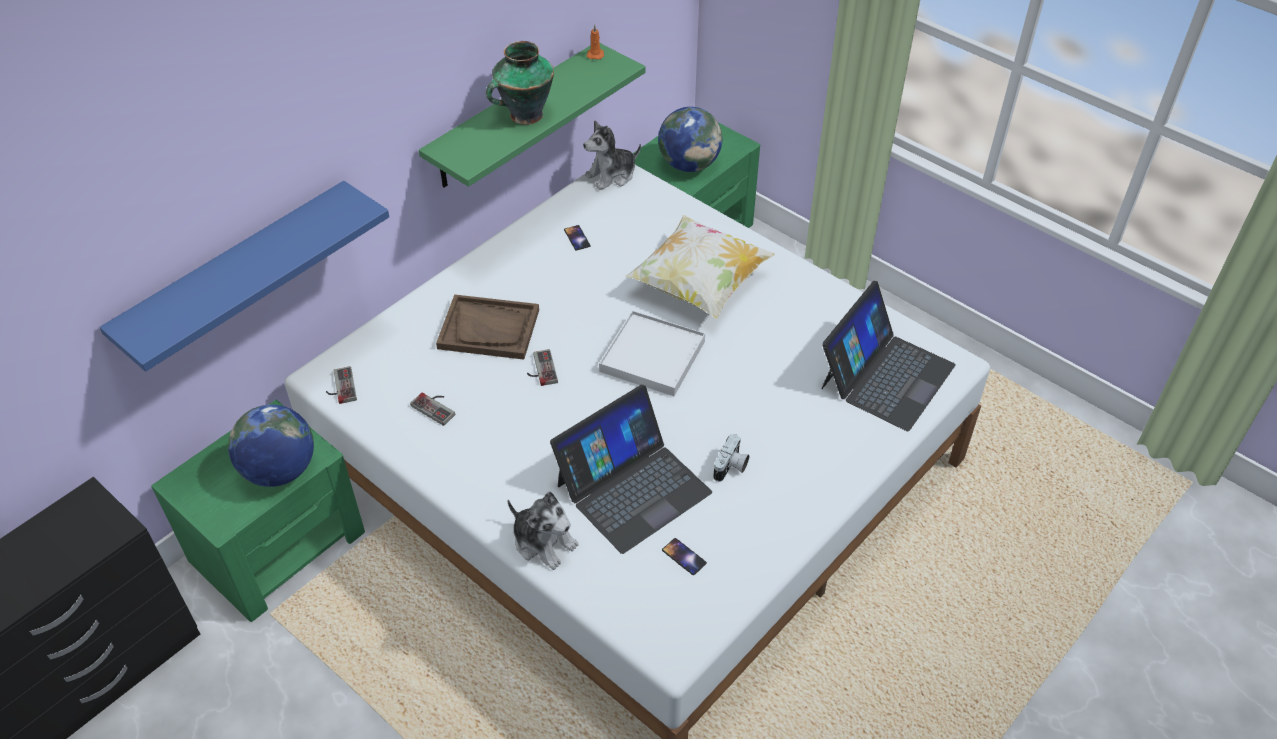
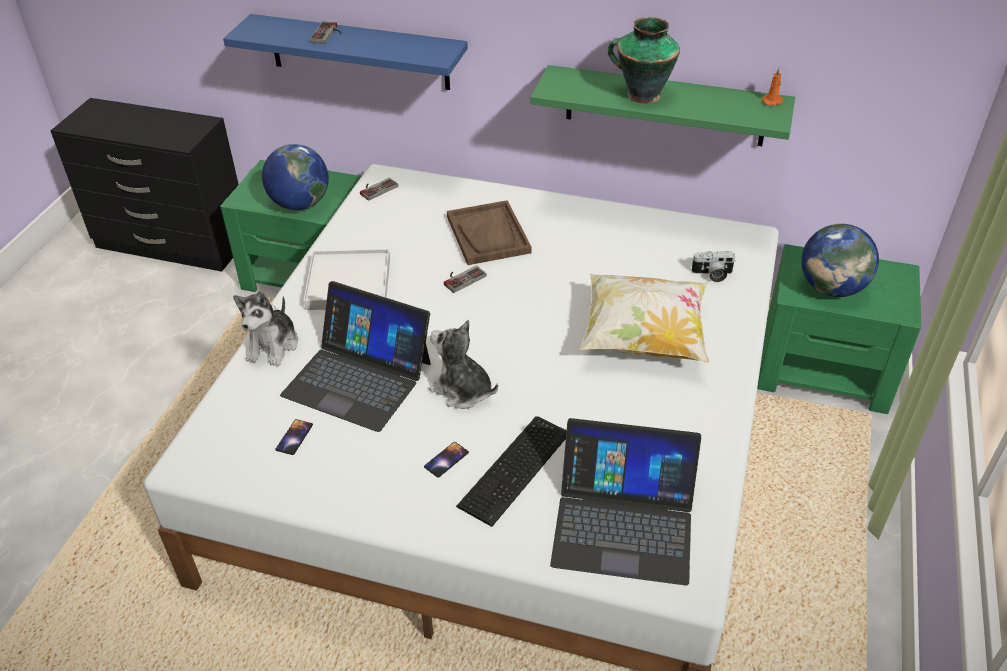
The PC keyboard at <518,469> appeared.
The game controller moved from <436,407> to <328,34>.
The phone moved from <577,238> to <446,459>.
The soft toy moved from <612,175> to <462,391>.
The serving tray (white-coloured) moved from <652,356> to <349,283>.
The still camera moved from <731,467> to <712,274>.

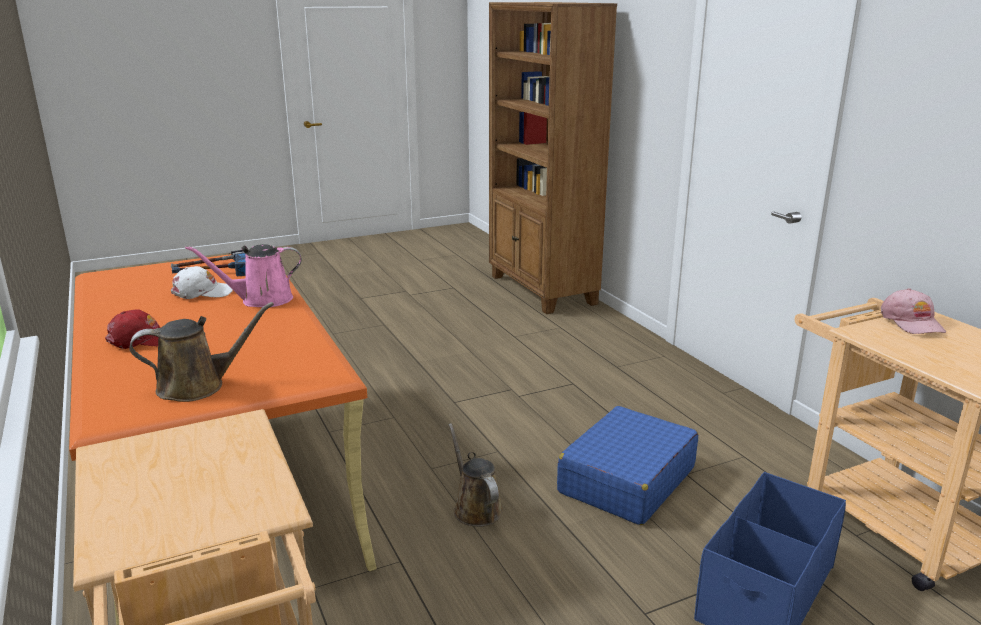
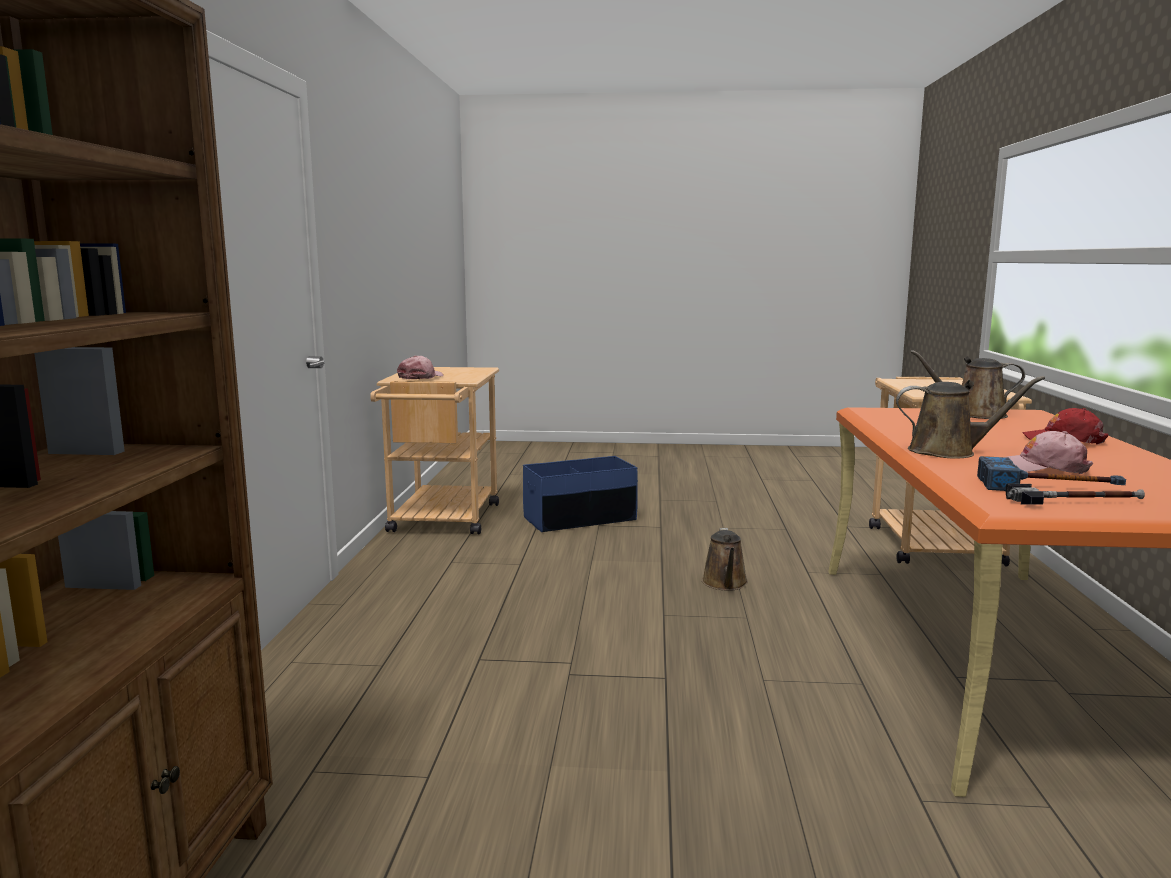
The piece of luggage (blue) at <626,480> disappeared.
The peaked cap (white-coloured) at <203,292> became the peaked cap (pinkish) at <1042,468>.
The watering pot (pinkish) at <261,300> became the watering pot (brown) at <948,451>.

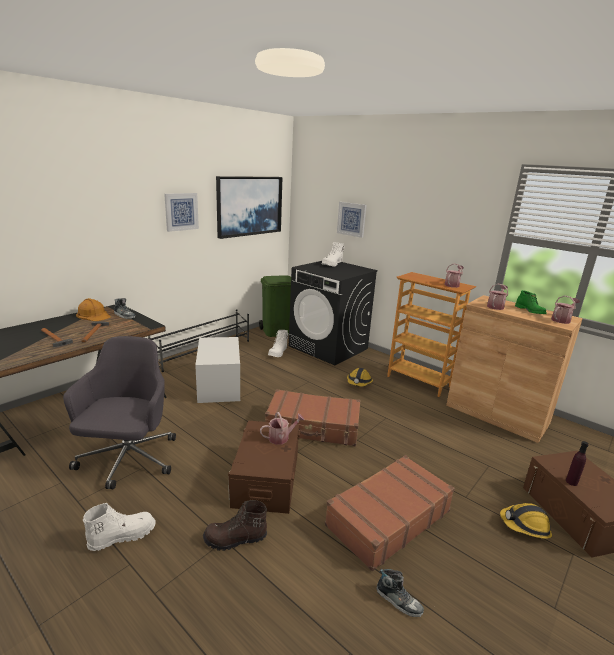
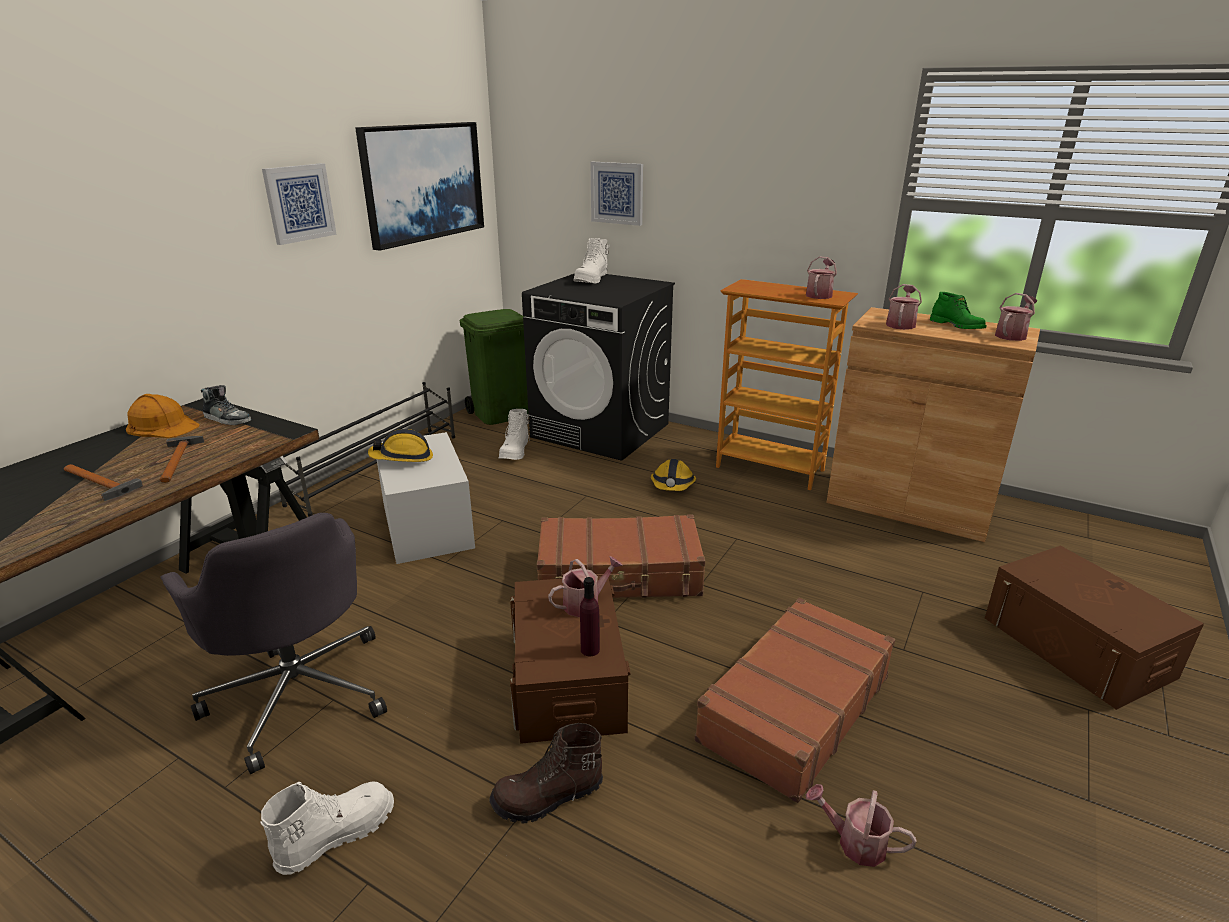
The safety helmet moved from <525,526> to <402,458>.
The drink bottle (purple) moved from <571,482> to <590,649>.
The shoe at <398,600> was replaced by the watering pot at <855,842>.
The desk chair (greyish) at <128,460> turned 150 degrees clockwise.

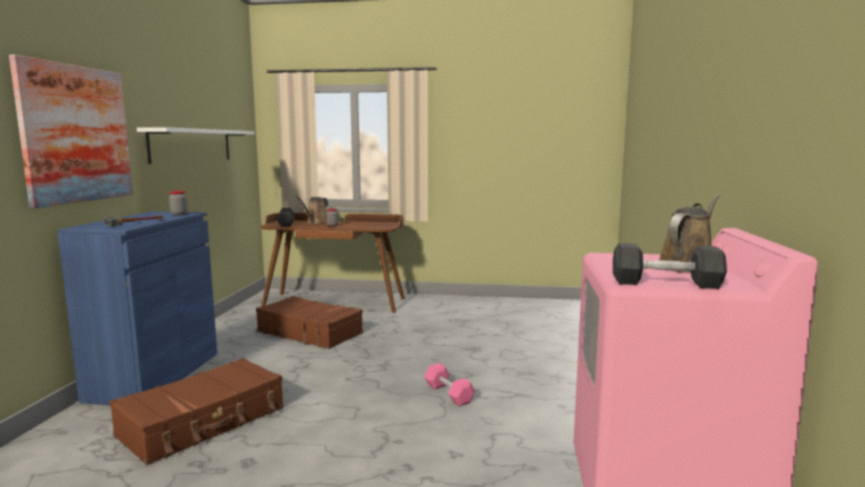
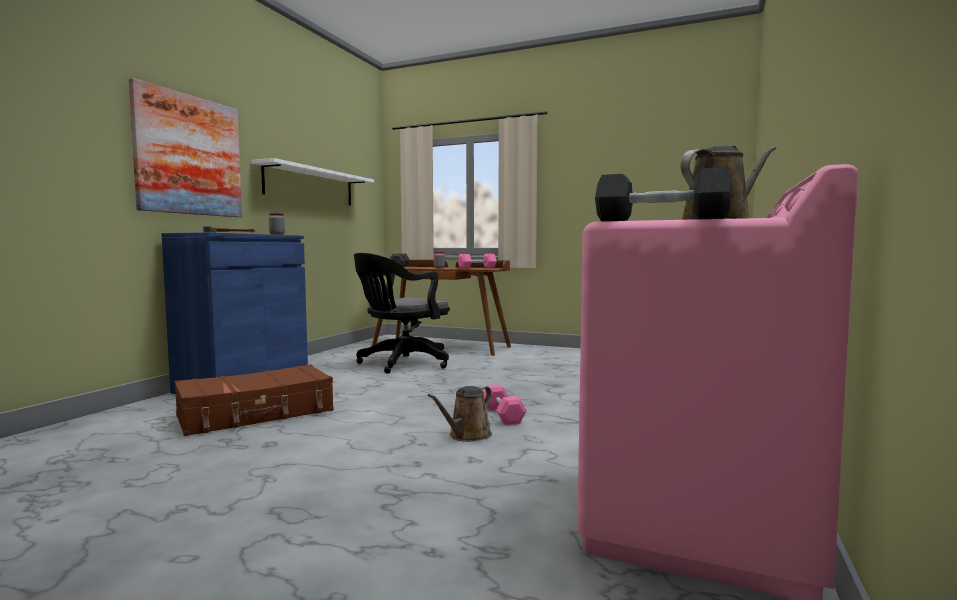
The dumbbell (pinkish) at <477,268> appeared.
The watering pot (brown) moved from <316,223> to <467,436>.
The piece of luggage (brown) at <310,332> was replaced by the desk chair (black-coloured) at <401,364>.

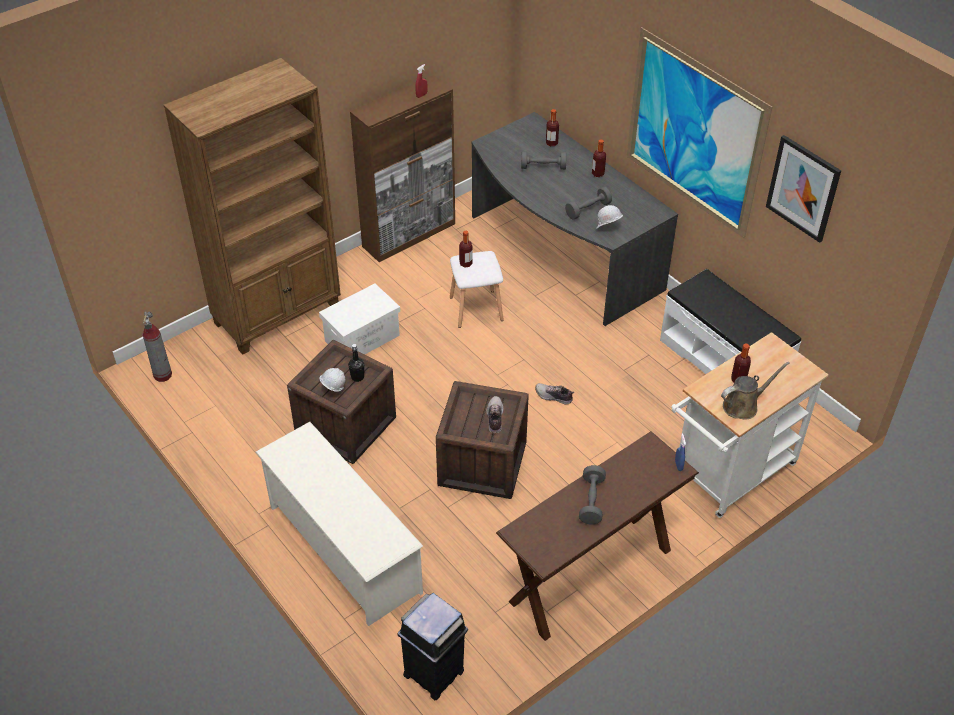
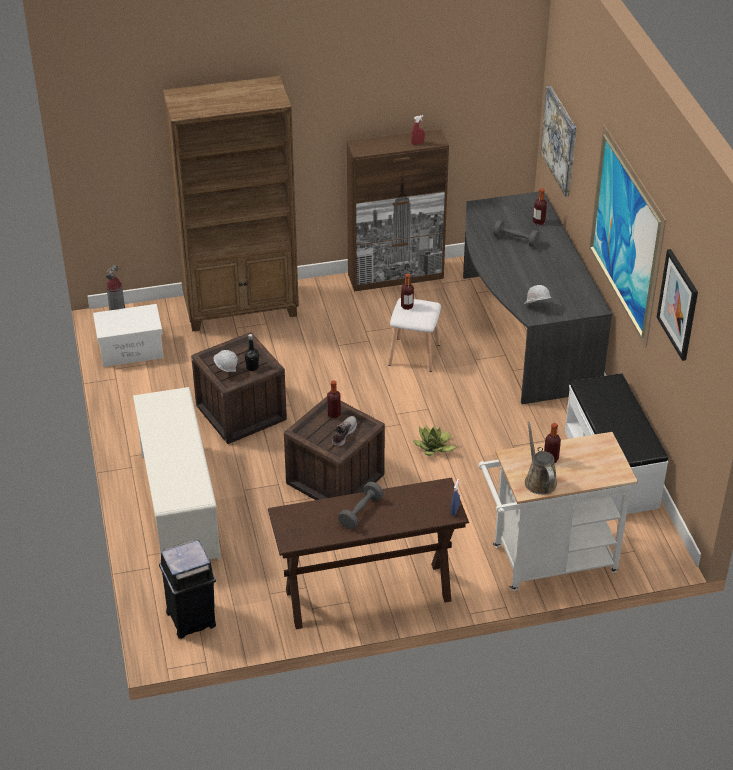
The dumbbell (greyish) at <588,210> disappeared.
The picture at <560,140> appeared.
The storage bin (white-coloured) moved from <362,339> to <130,351>.
The drink bottle moved from <598,173> to <334,414>.
The shoe at <554,397> was replaced by the plant in a pot at <433,447>.
The watering pot (brown) at <743,405> turned 105 degrees counterclockwise.

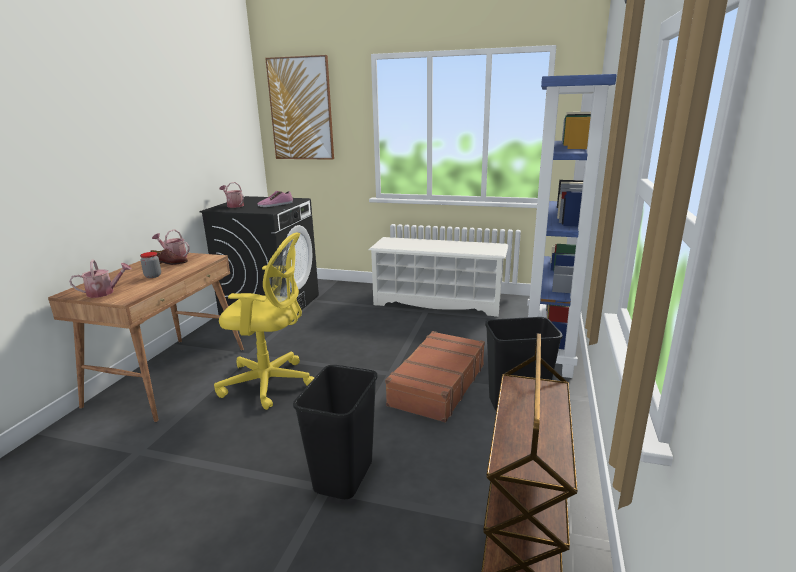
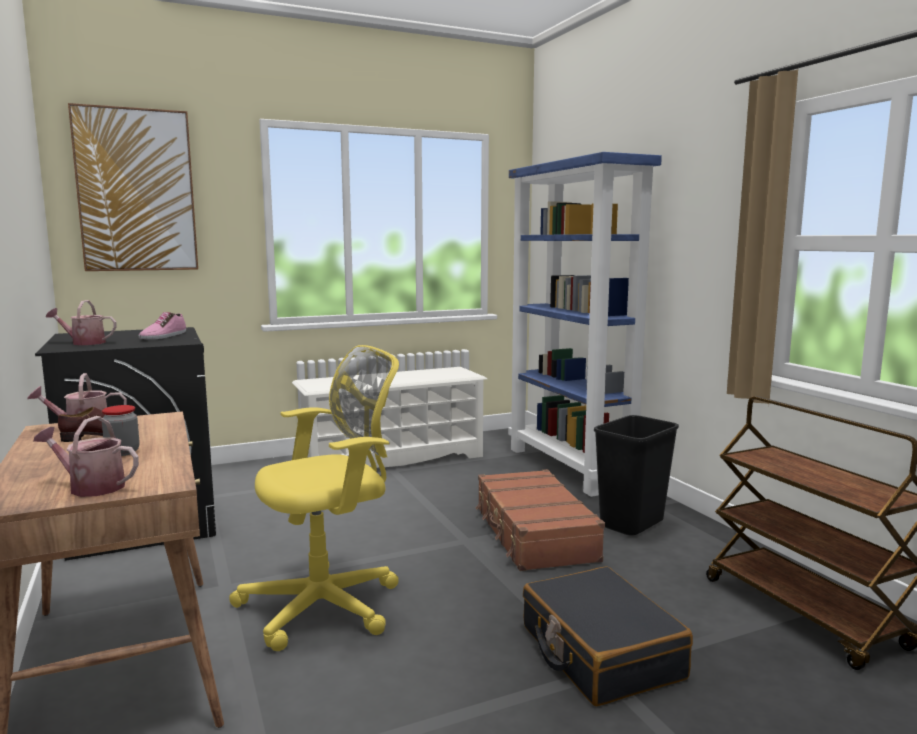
The waste bin (black-coloured) at <344,477> was replaced by the piece of luggage (black-coloured) at <599,652>.
The watering pot at <105,292> turned 105 degrees counterclockwise.

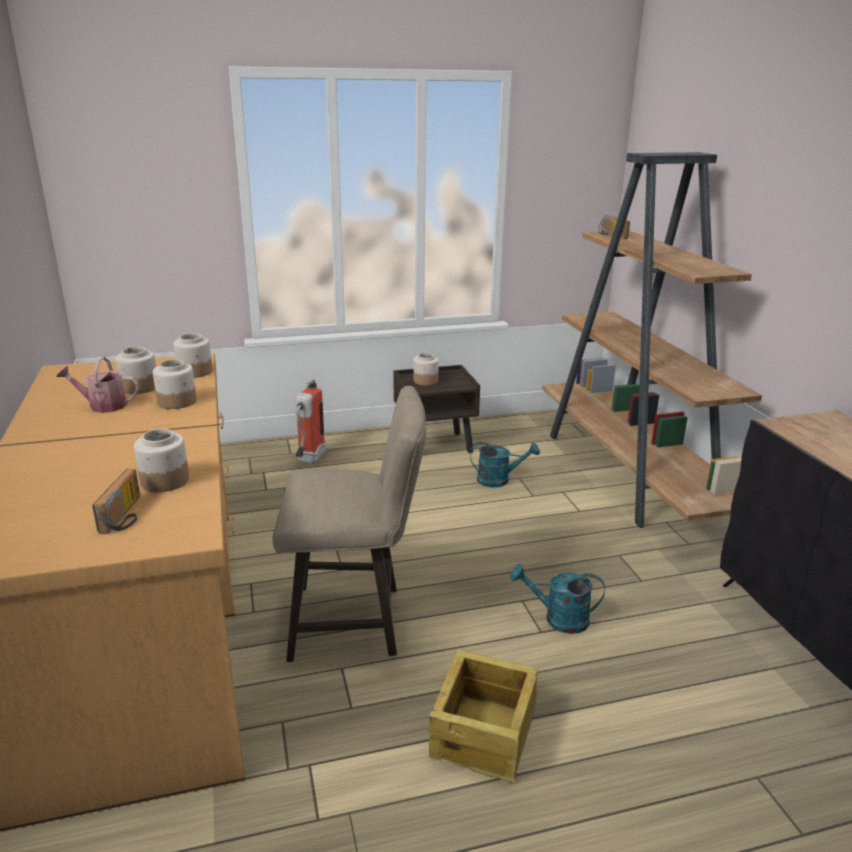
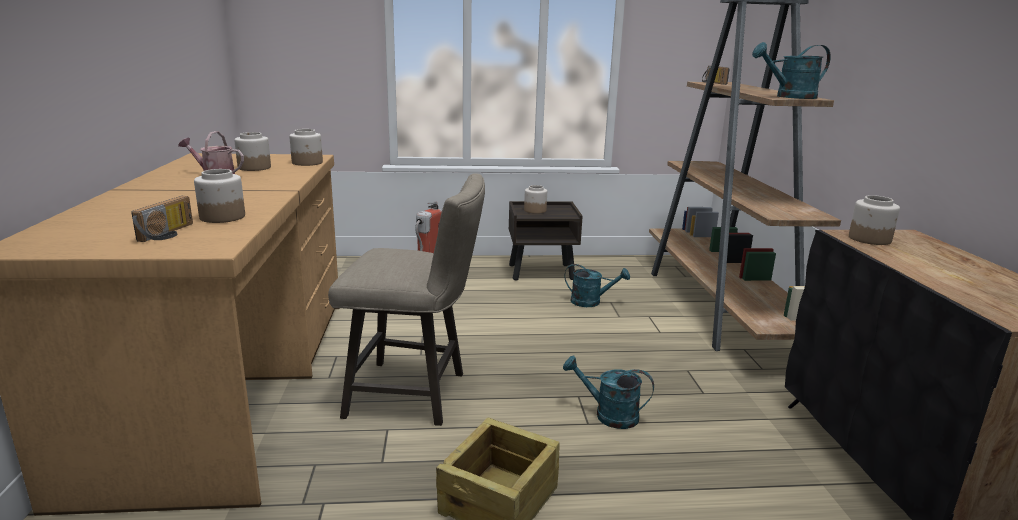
The watering pot (turquoise) at <789,97> appeared.
The jar moved from <177,402> to <870,239>.

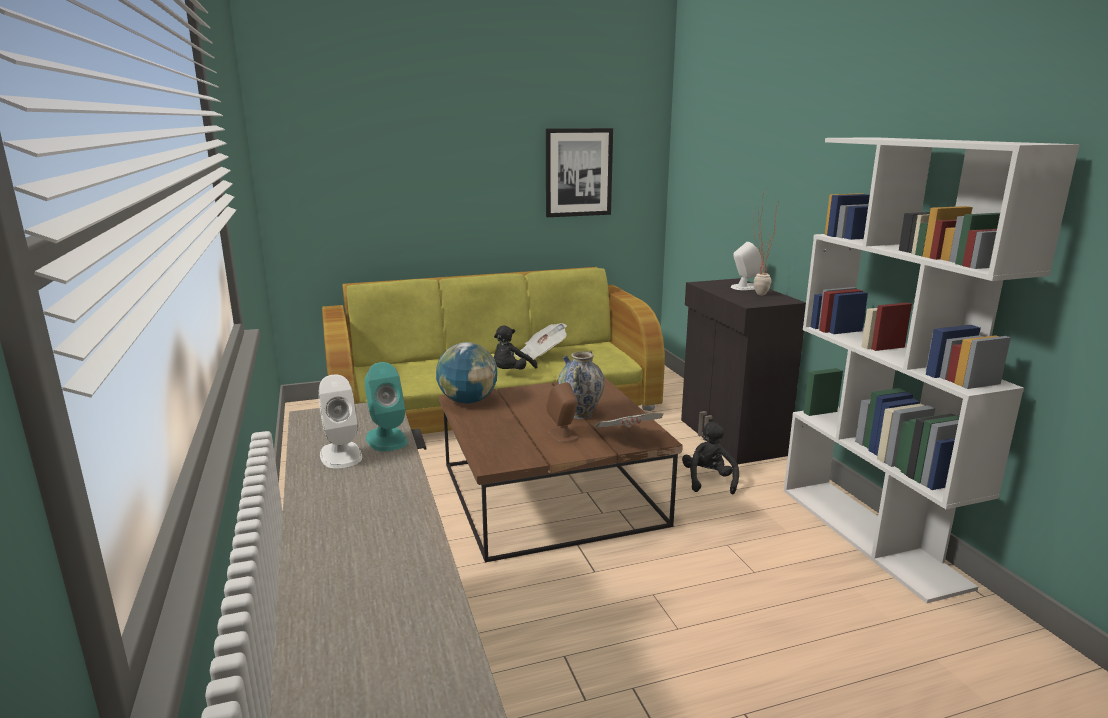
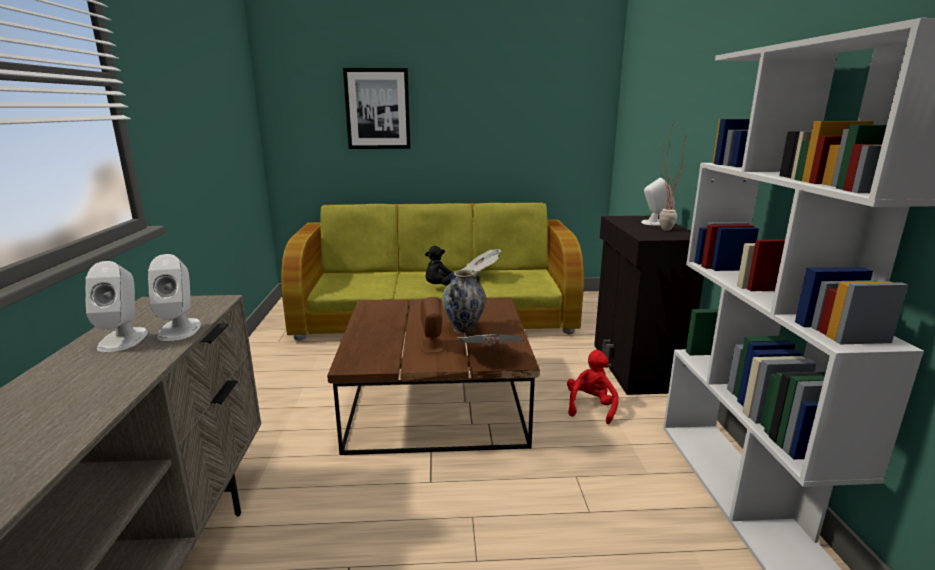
The globe at <468,401> disappeared.
The picture moved from <578,172> to <377,109>.
The loudspeaker (turquoise) at <386,439> became the loudspeaker (white-coloured) at <180,329>.
The soft toy (black-coloured) at <708,480> became the soft toy (red-coloured) at <591,407>.

